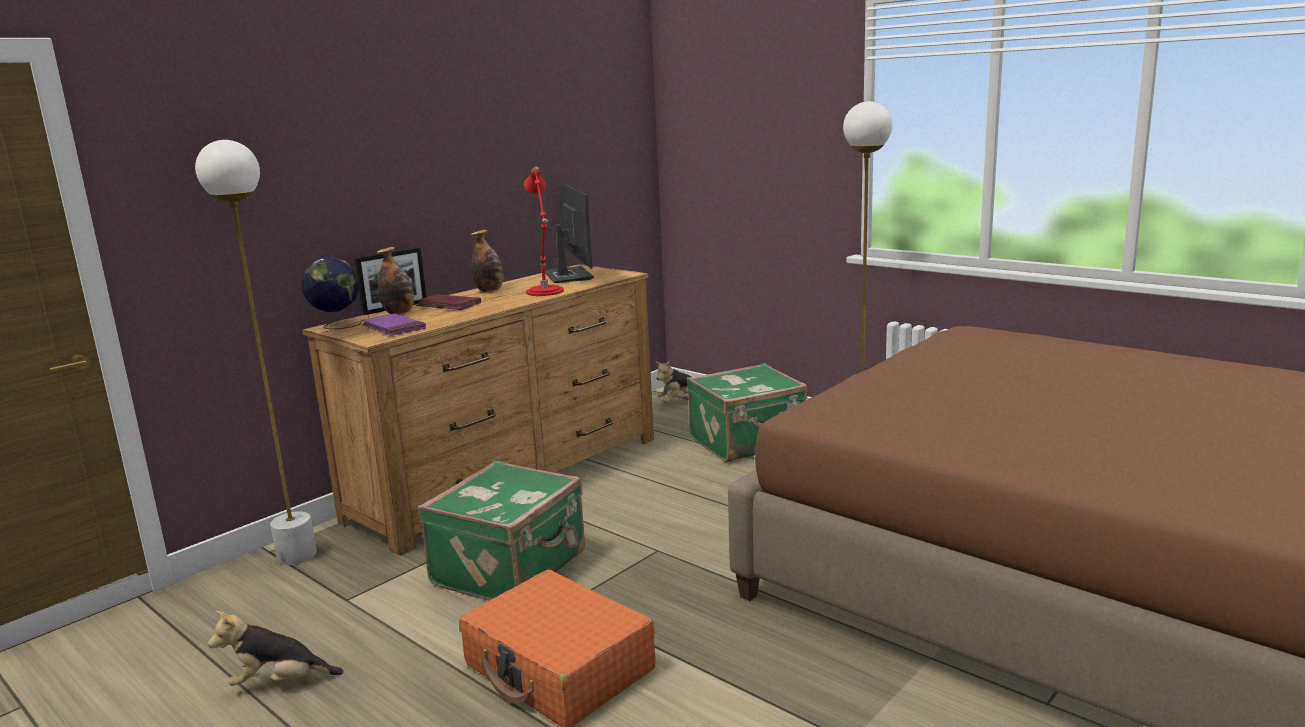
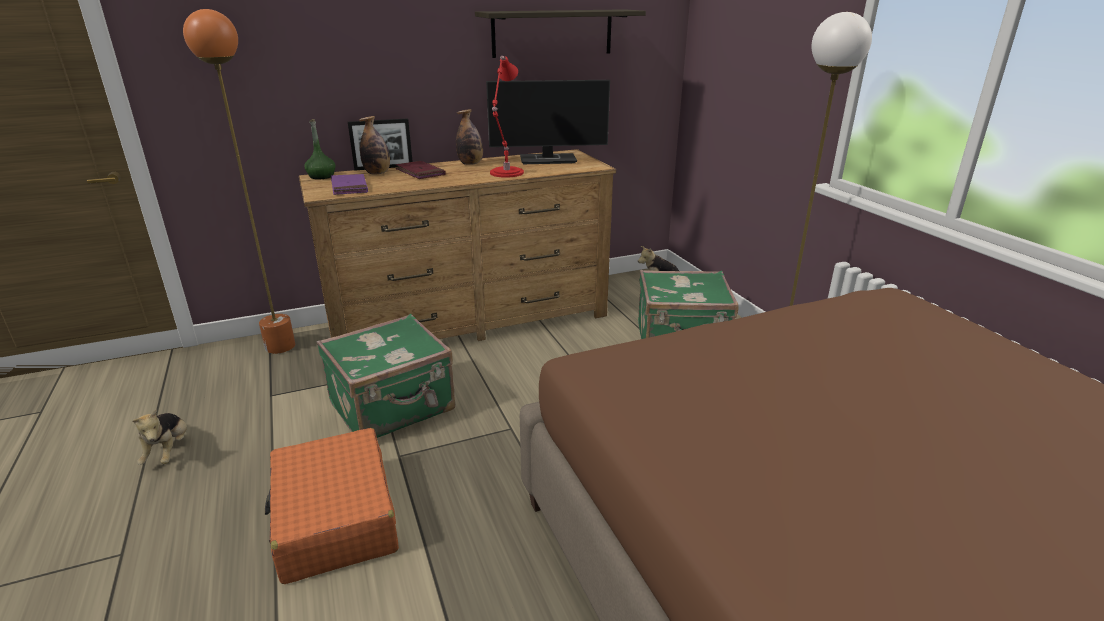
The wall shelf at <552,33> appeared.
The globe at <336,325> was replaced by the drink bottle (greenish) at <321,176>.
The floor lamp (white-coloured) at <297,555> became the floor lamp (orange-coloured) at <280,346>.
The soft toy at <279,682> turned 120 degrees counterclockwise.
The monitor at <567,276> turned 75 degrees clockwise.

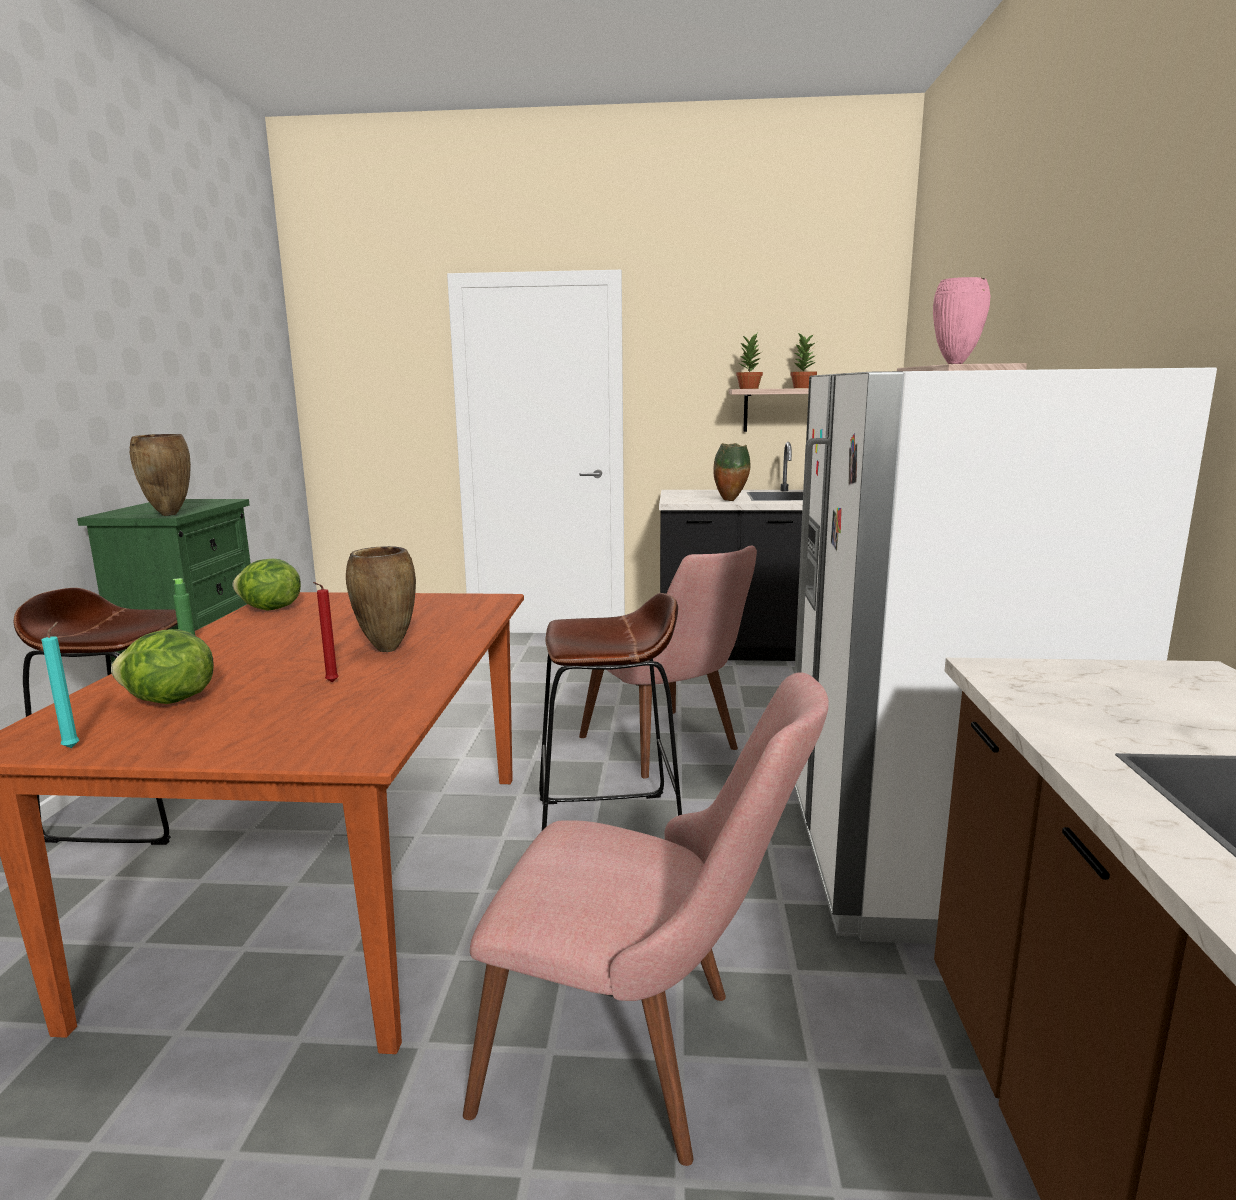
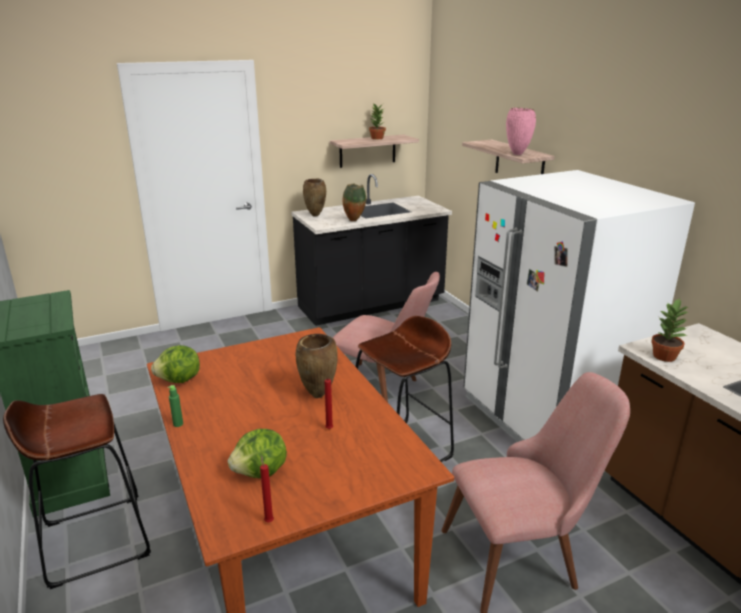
The decorative vase (brown) moved from <169,515> to <315,215>.
The plant in a pot moved from <749,388> to <665,356>.
The candle (turquoise) at <73,747> became the candle (red-coloured) at <268,520>.

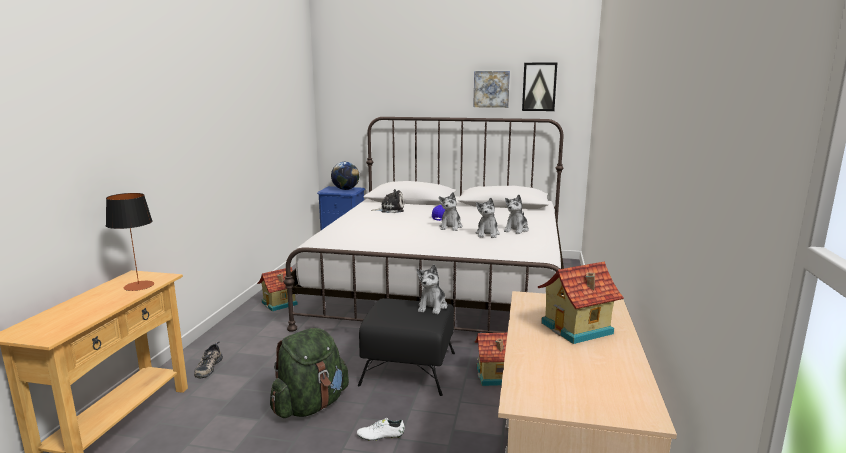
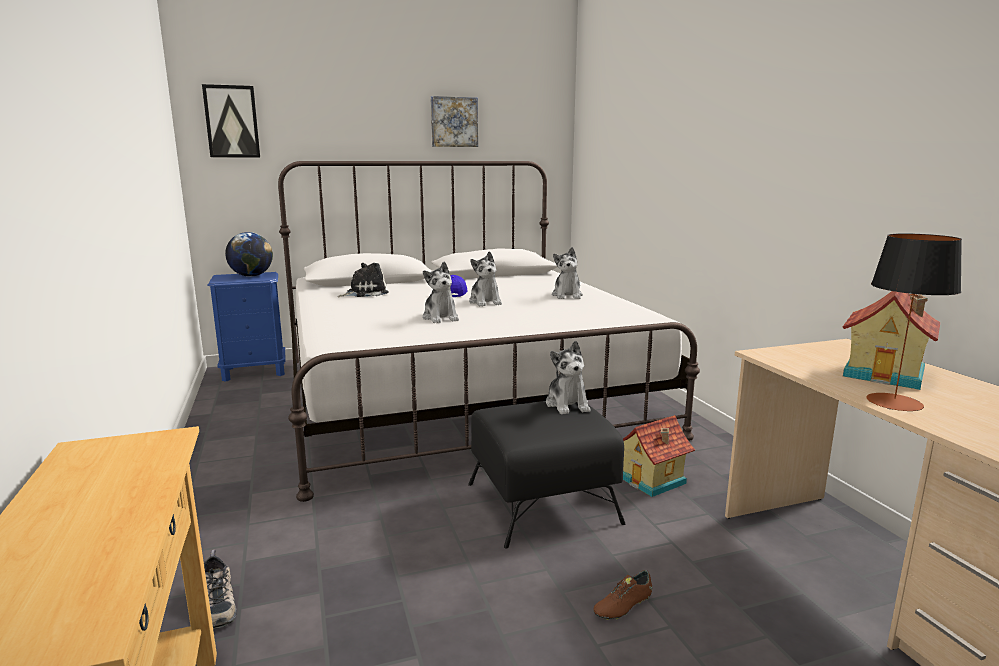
The model house at <280,304> disappeared.
The rucksack (greenish) at <311,405> disappeared.
The tabletop lamp moved from <139,286> to <894,402>.
The soft toy moved from <487,234> to <440,318>.
The picture moved from <539,87> to <232,122>.
The shoe (white-coloured) at <380,436> became the shoe (brown) at <623,606>.

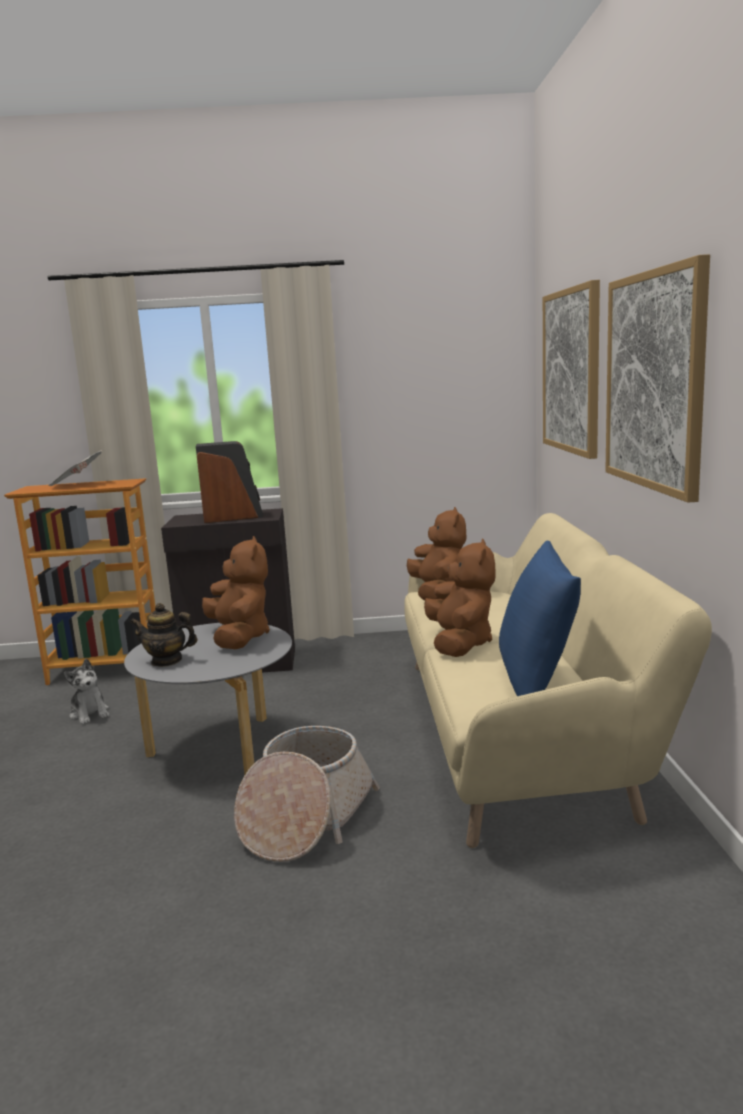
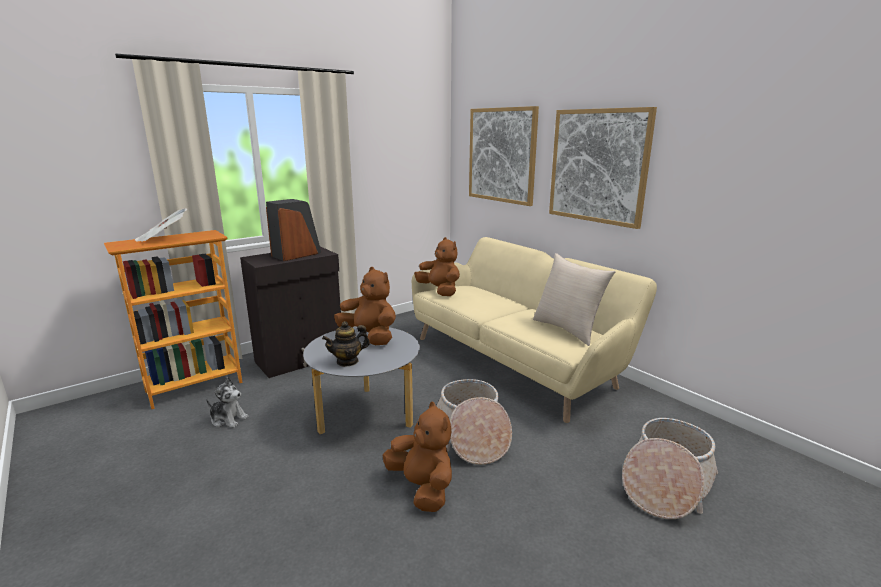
The basket at <666,484> appeared.
The soft toy (brown) moved from <460,643> to <422,488>.
The pillow (blue) at <537,682> became the pillow (beige) at <568,329>.

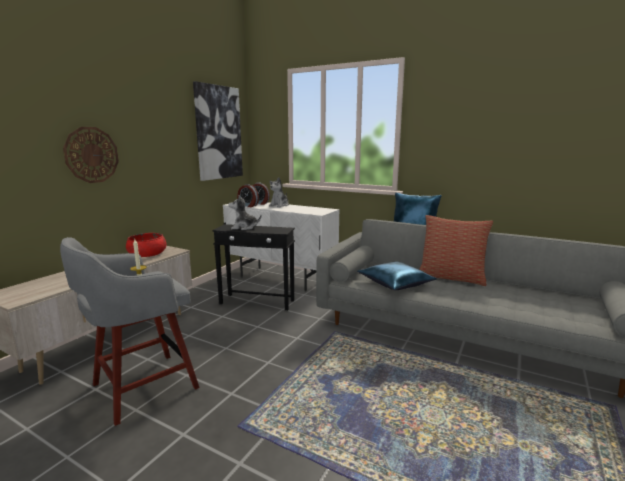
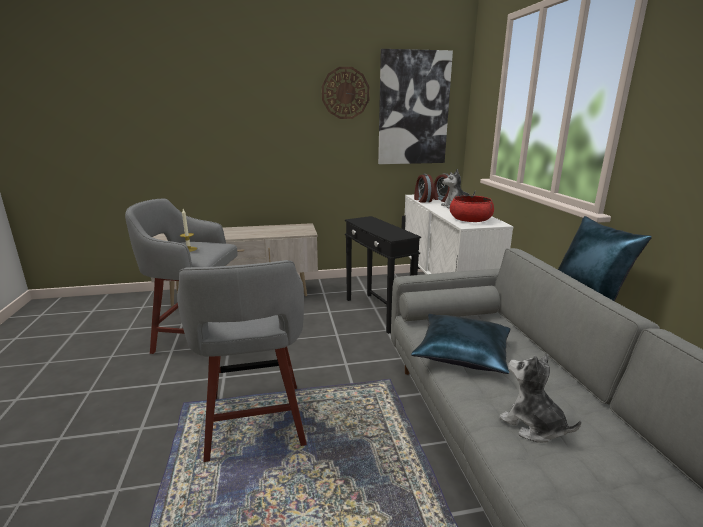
The pillow at <451,277> disappeared.
The stool seat (greyish) at <255,423> appeared.
The hanging clock moved from <91,155> to <345,93>.
The bowl (red-coloured) moved from <147,254> to <470,219>.
The soft toy moved from <244,227> to <532,425>.

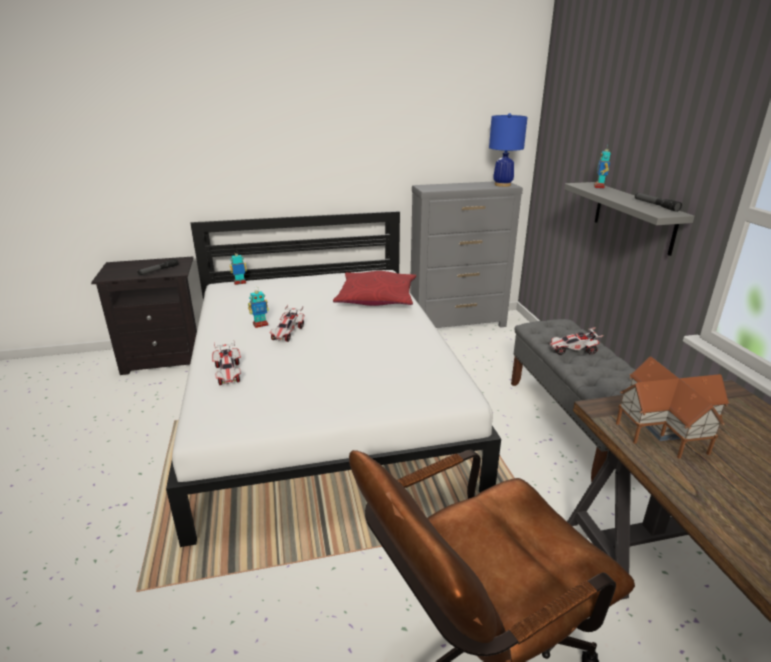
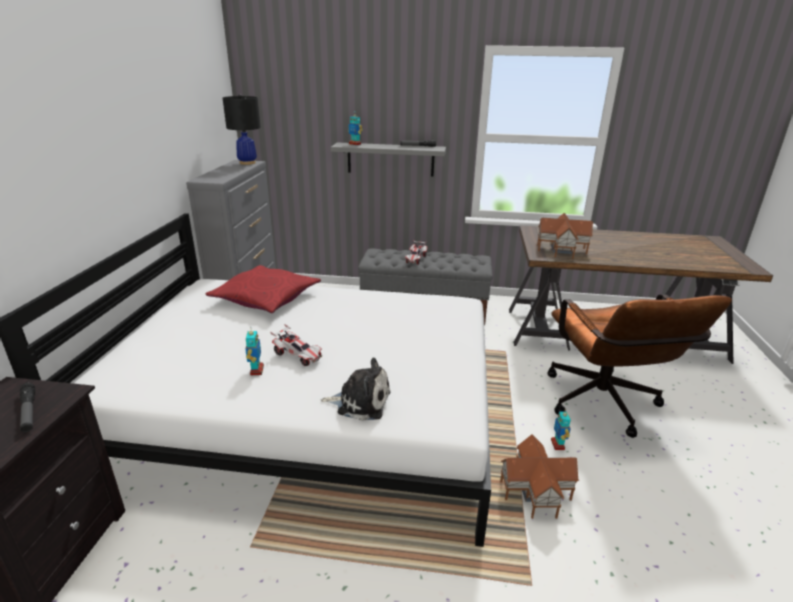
The model house at <536,492> appeared.
The robot figure moved from <240,283> to <558,444>.
The model car at <228,373> was replaced by the soft toy at <360,402>.
The tabletop lamp (blue) at <502,185> became the tabletop lamp (black-coloured) at <247,163>.

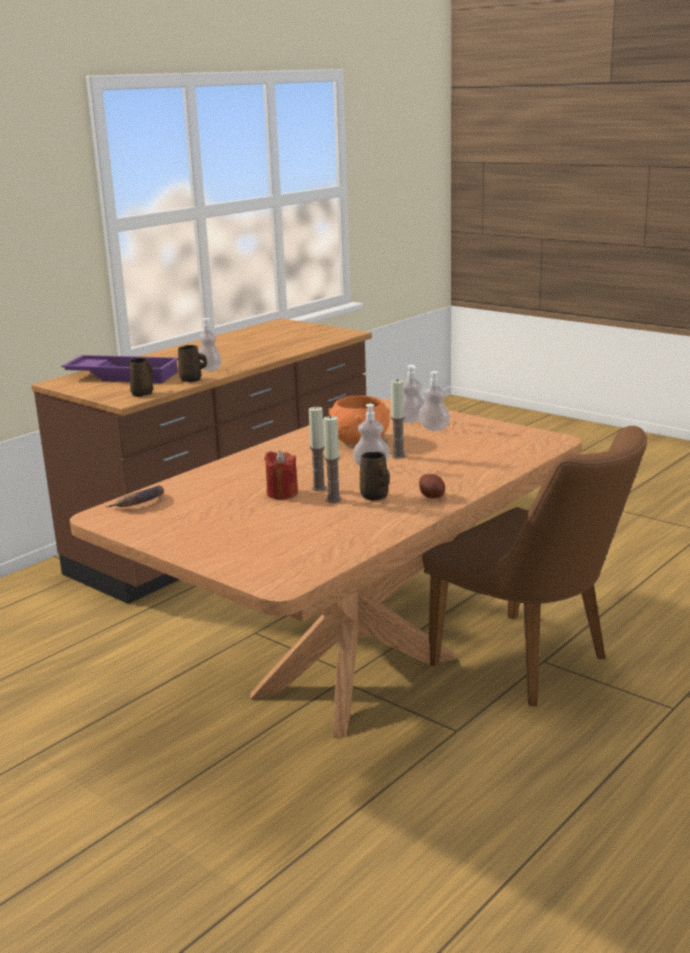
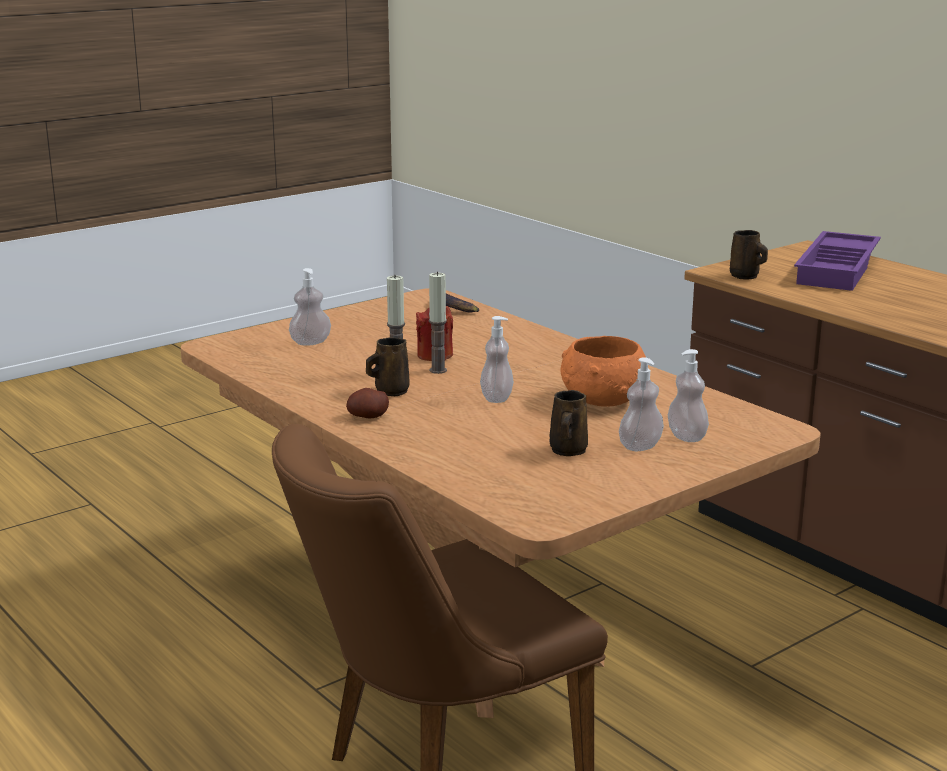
The candle at <398,456> disappeared.
The coffee mug (brown) moved from <192,380> to <567,451>.
The soap dispenser moved from <210,369> to <310,342>.

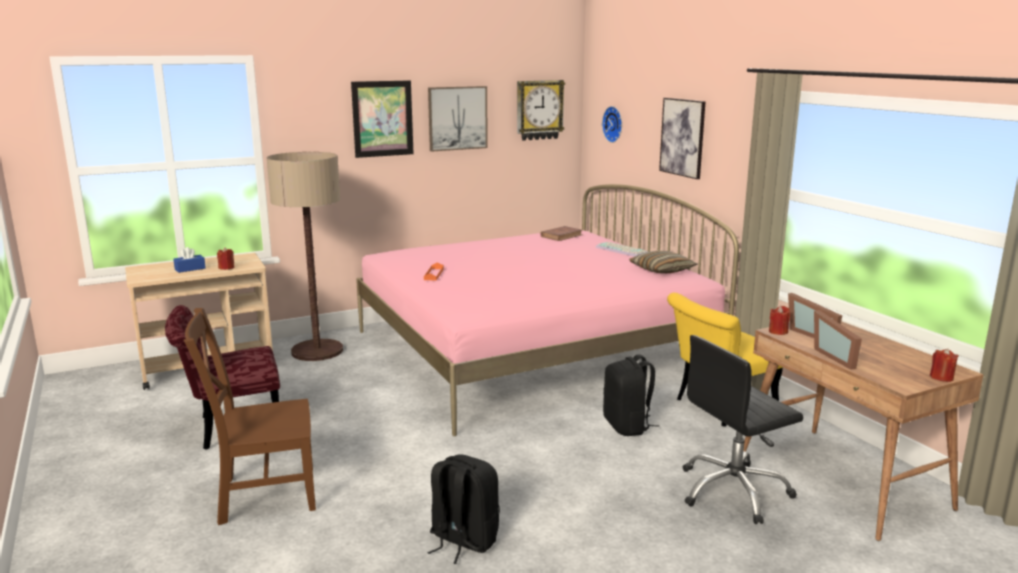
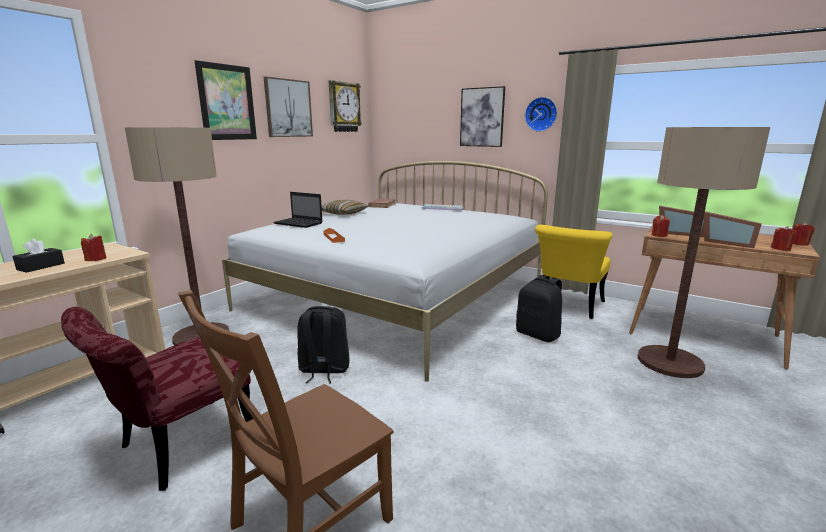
The portable computer at <299,223> appeared.
The candle (red-coloured) at <780,249> appeared.
The rucksack (black-coloured) moved from <462,541> to <323,370>.
The hanging clock moved from <614,124> to <541,114>.
The pillow moved from <662,270> to <344,213>.
The desk chair (black-coloured) at <733,491> was replaced by the floor lamp at <669,362>.
The tissue box (blue) at <190,269> became the tissue box (black-coloured) at <41,266>.
The bed (pinkish) at <532,351> became the bed (white-coloured) at <396,296>.

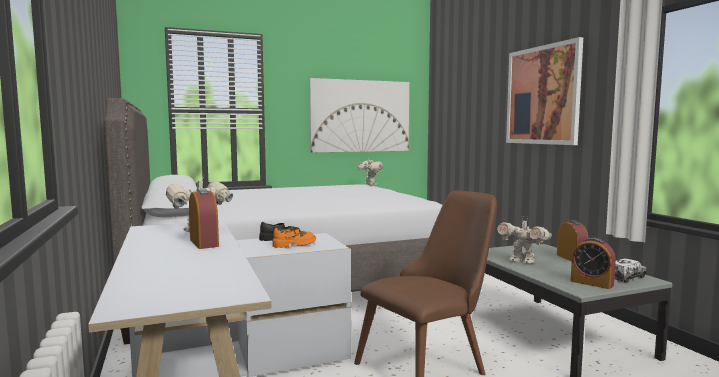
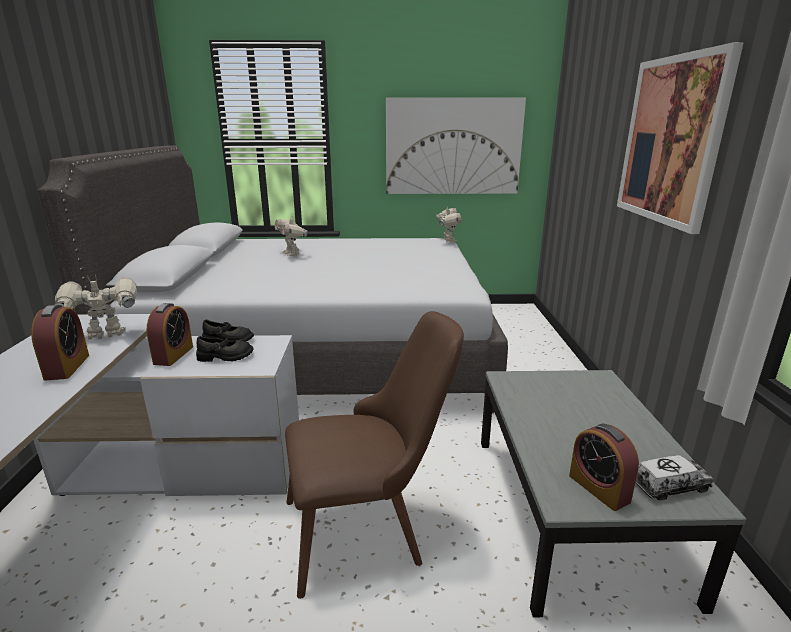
The robot figure moved from <522,261> to <292,254>.
The alarm clock moved from <571,258> to <173,355>.
The shoe (orange-coloured) at <294,244> became the shoe (black-coloured) at <225,357>.

